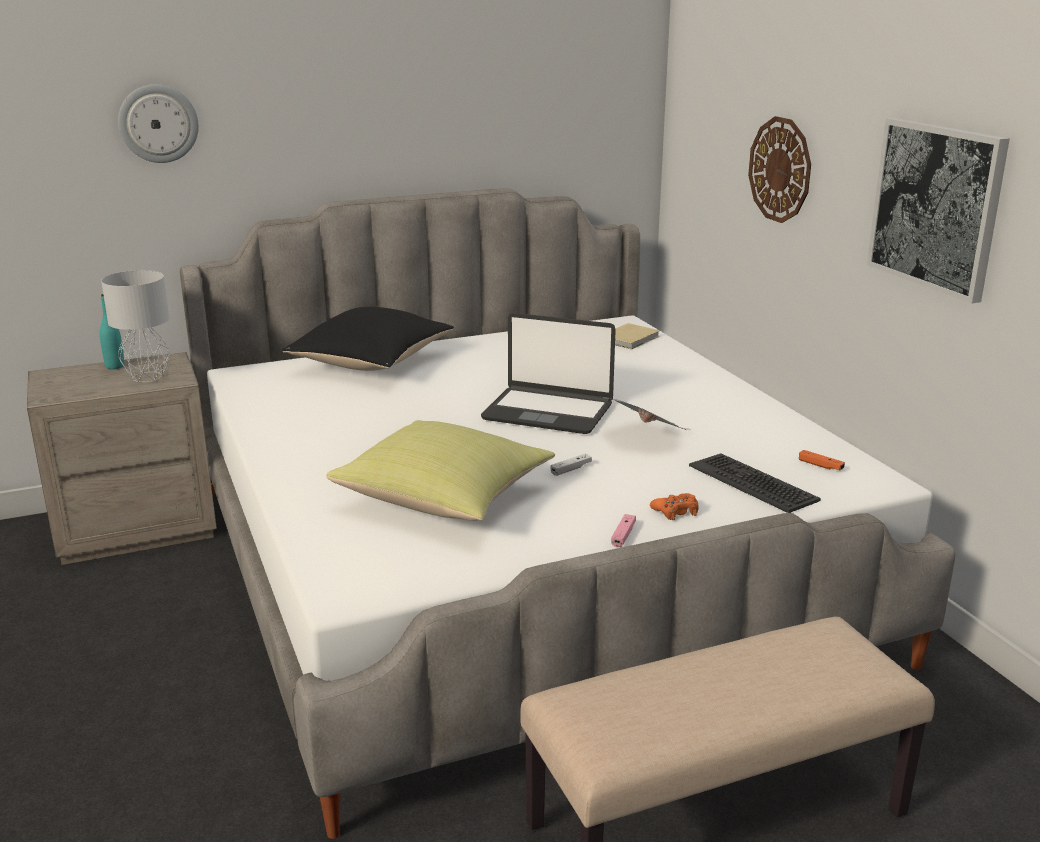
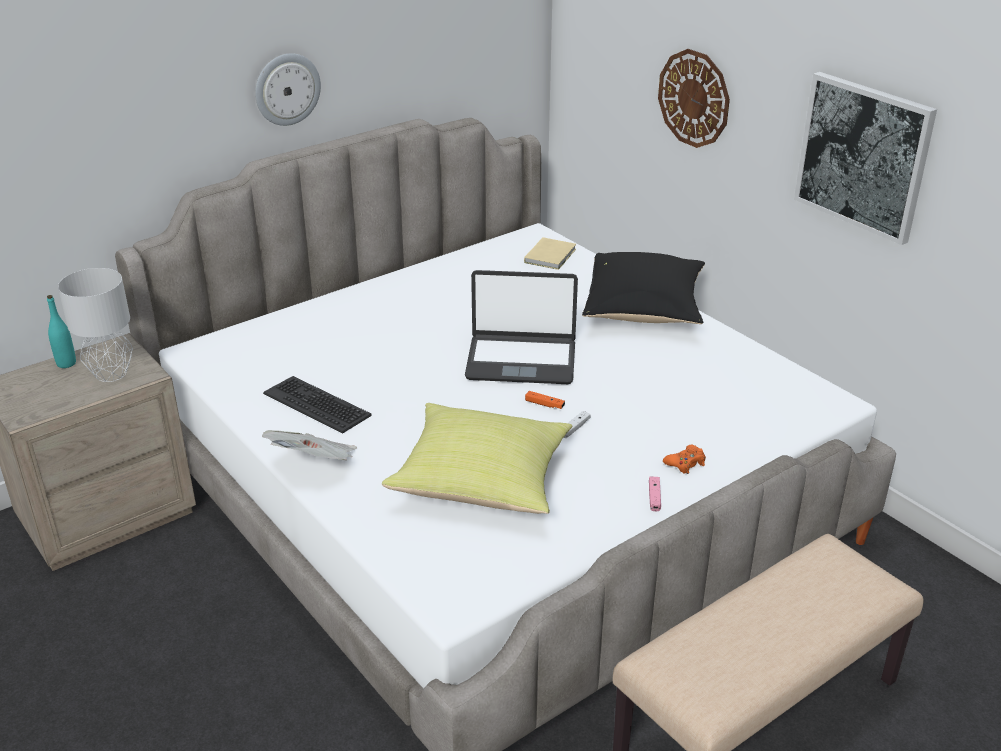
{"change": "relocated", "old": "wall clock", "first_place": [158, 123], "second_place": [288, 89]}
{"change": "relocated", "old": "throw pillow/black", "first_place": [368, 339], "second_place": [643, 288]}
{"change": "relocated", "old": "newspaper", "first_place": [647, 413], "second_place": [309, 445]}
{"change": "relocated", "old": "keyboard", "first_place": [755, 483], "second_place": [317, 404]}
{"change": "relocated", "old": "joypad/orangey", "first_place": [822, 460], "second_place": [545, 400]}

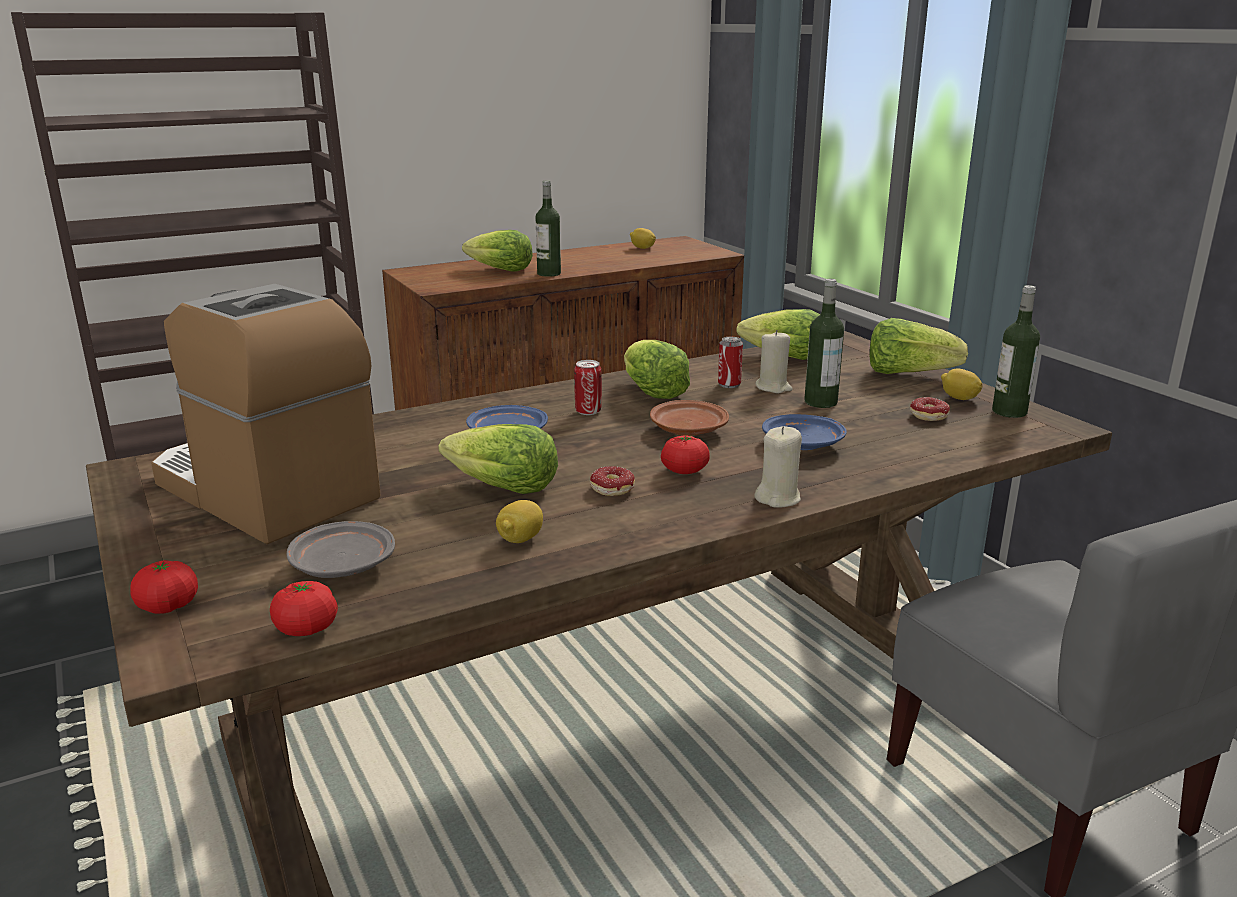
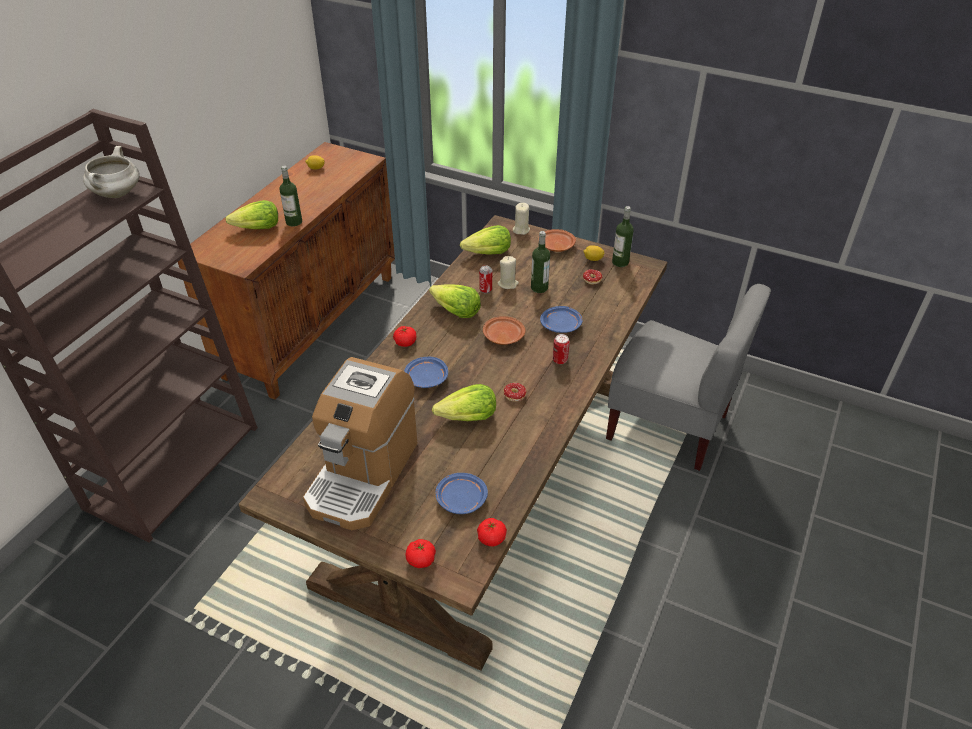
{"change": "missing", "old": "whole lemon", "first_place": [519, 521]}
{"change": "appeared", "new": "saucepot/white-coloured", "second_place": [111, 172]}
{"change": "relocated", "old": "sealed can", "first_place": [588, 387], "second_place": [561, 349]}
{"change": "relocated", "old": "whole tomato", "first_place": [685, 455], "second_place": [404, 336]}
{"change": "relocated", "old": "candle/beige-coloured", "first_place": [778, 467], "second_place": [521, 219]}
{"change": "exchanged", "old": "head of lettuce", "new": "flat dish/brownish", "first_place": [918, 346], "second_place": [557, 240]}
{"change": "colour", "old": "flat dish/grey", "new": "flat dish/blue-coloured", "first_place": [341, 549], "second_place": [461, 493]}
{"change": "spun", "old": "coffee brewer", "first_place": [265, 414], "second_place": [360, 443], "degrees": -75}

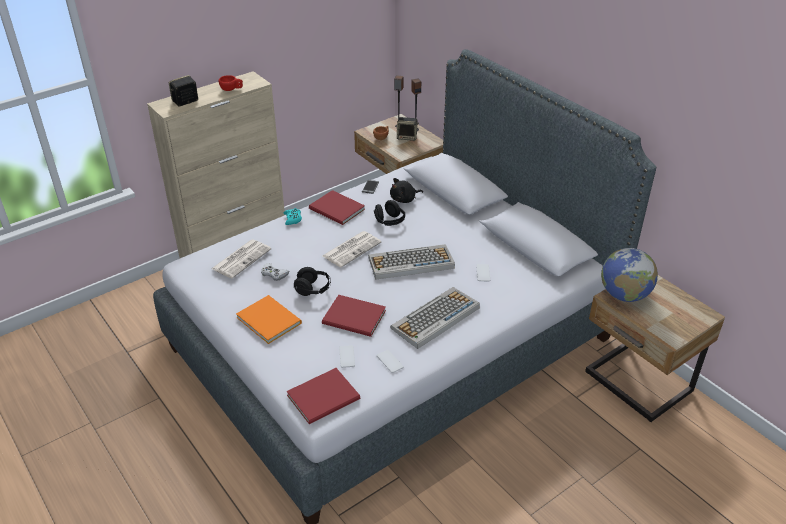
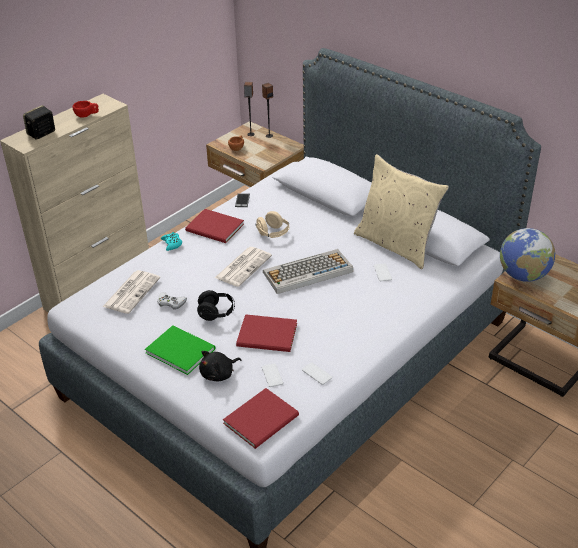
{"change": "missing", "old": "keyboard", "first_place": [435, 318]}
{"change": "missing", "old": "audio speaker", "first_place": [408, 129]}
{"change": "appeared", "new": "throw pillow/beige-coloured", "second_place": [401, 211]}
{"change": "relocated", "old": "plush toy/black", "first_place": [406, 190], "second_place": [220, 366]}
{"change": "colour", "old": "volume/orangey", "new": "volume/green-coloured", "first_place": [269, 319], "second_place": [180, 350]}
{"change": "colour", "old": "pair of headphones/black", "new": "pair of headphones/beige-coloured", "first_place": [390, 213], "second_place": [272, 224]}

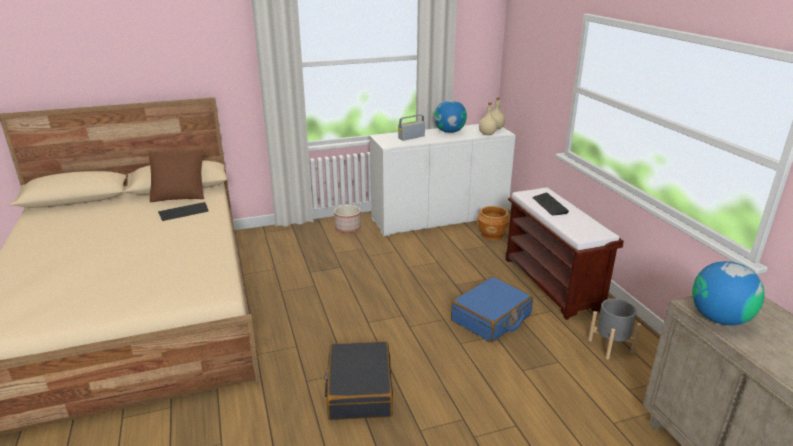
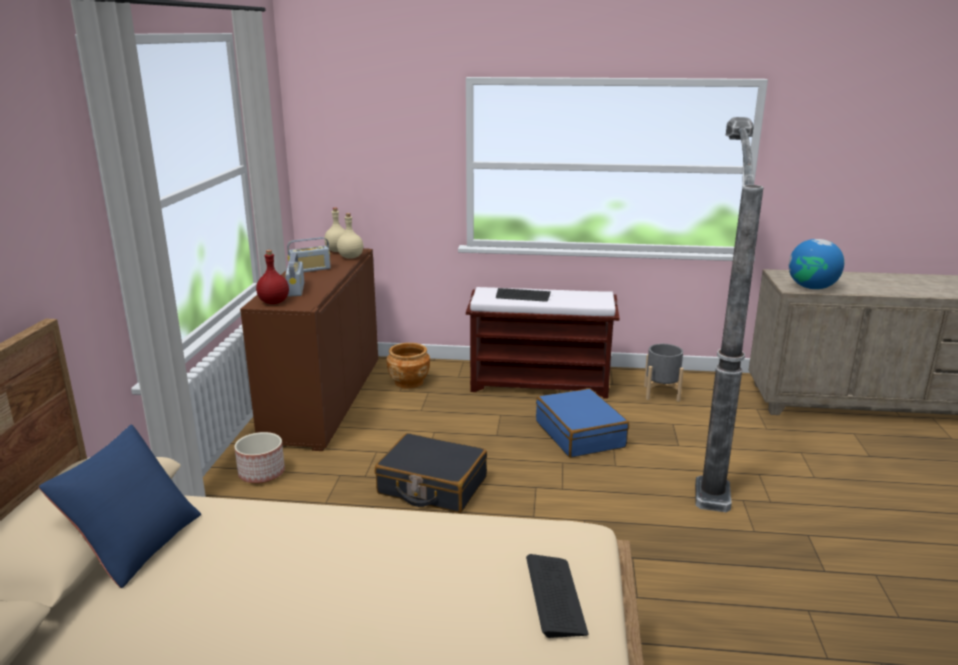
{"change": "appeared", "new": "bottle/red-coloured", "second_place": [272, 277]}
{"change": "appeared", "new": "standing lamp", "second_place": [729, 314]}
{"change": "relocated", "old": "keyboard", "first_place": [183, 211], "second_place": [557, 596]}
{"change": "relocated", "old": "travel case/black", "first_place": [358, 380], "second_place": [431, 473]}
{"change": "exchanged", "old": "globe", "new": "radio set", "first_place": [450, 116], "second_place": [309, 254]}
{"change": "colour", "old": "throw pillow/brownish", "new": "throw pillow/blue-coloured", "first_place": [176, 176], "second_place": [119, 506]}
{"change": "colour", "old": "cabinet/white-coloured", "new": "cabinet/brownish", "first_place": [443, 180], "second_place": [309, 349]}

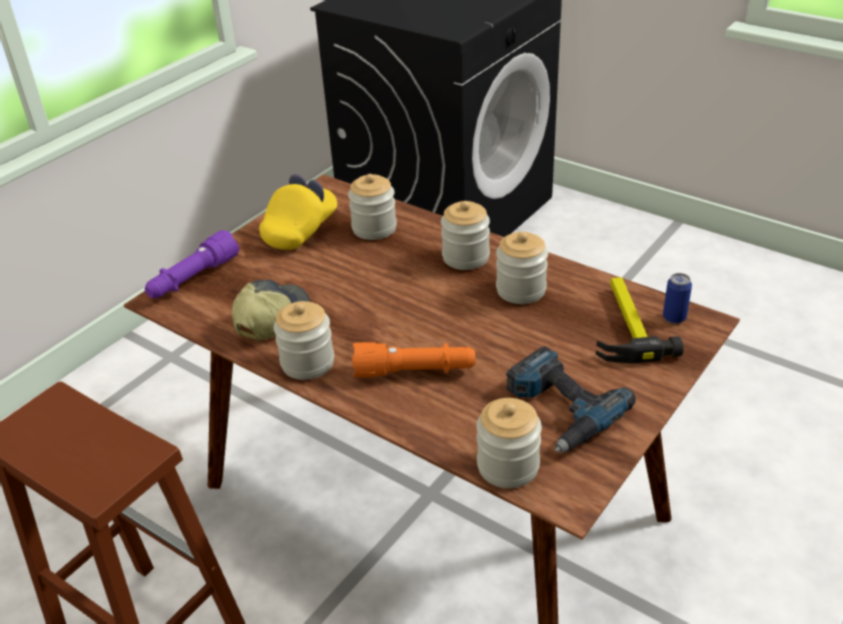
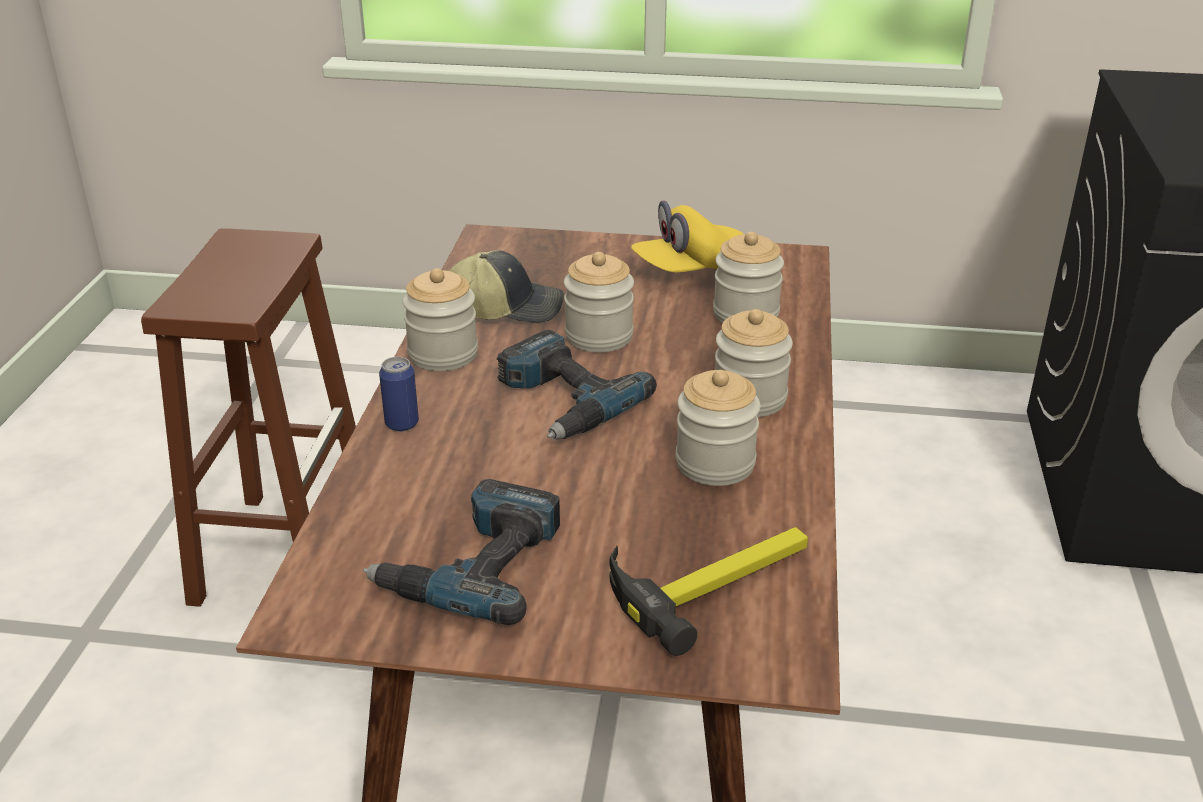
{"change": "missing", "old": "flashlight/purple-coloured", "first_place": [192, 264]}
{"change": "missing", "old": "flashlight/orangey", "first_place": [413, 360]}
{"change": "appeared", "new": "drill", "second_place": [576, 385]}
{"change": "relocated", "old": "preserve jar", "first_place": [509, 443], "second_place": [599, 302]}
{"change": "relocated", "old": "sealed can", "first_place": [677, 298], "second_place": [399, 394]}
{"change": "spun", "old": "cap/yellow", "first_place": [298, 212], "second_place": [687, 236], "degrees": 150}

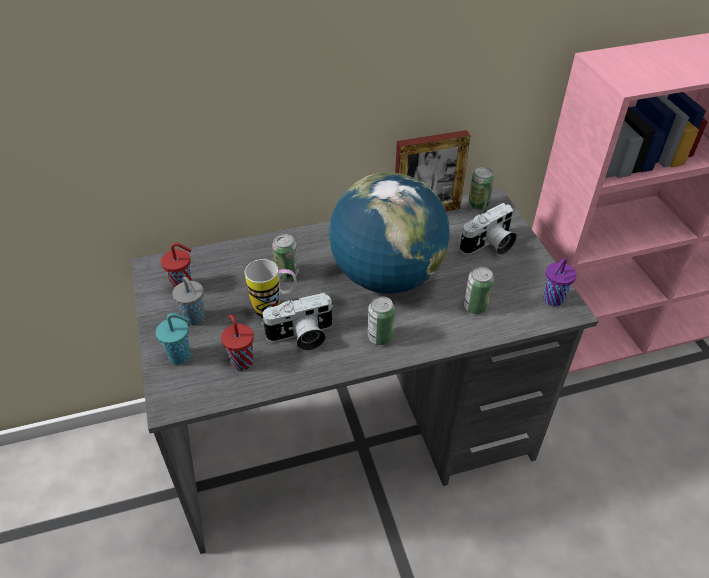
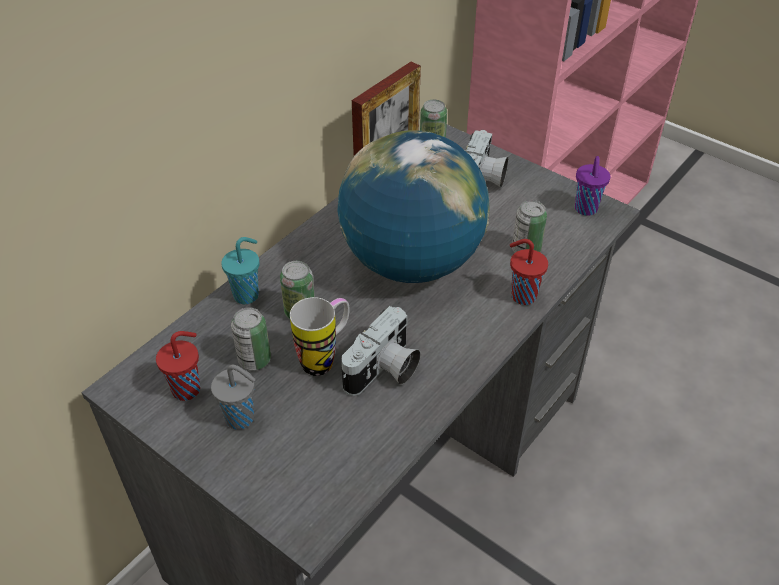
{"change": "relocated", "old": "drinking cup/blue-green", "first_place": [173, 339], "second_place": [240, 270]}
{"change": "relocated", "old": "drinking cup/red-coloured", "first_place": [237, 343], "second_place": [529, 272]}
{"change": "relocated", "old": "sealed can", "first_place": [381, 320], "second_place": [251, 338]}

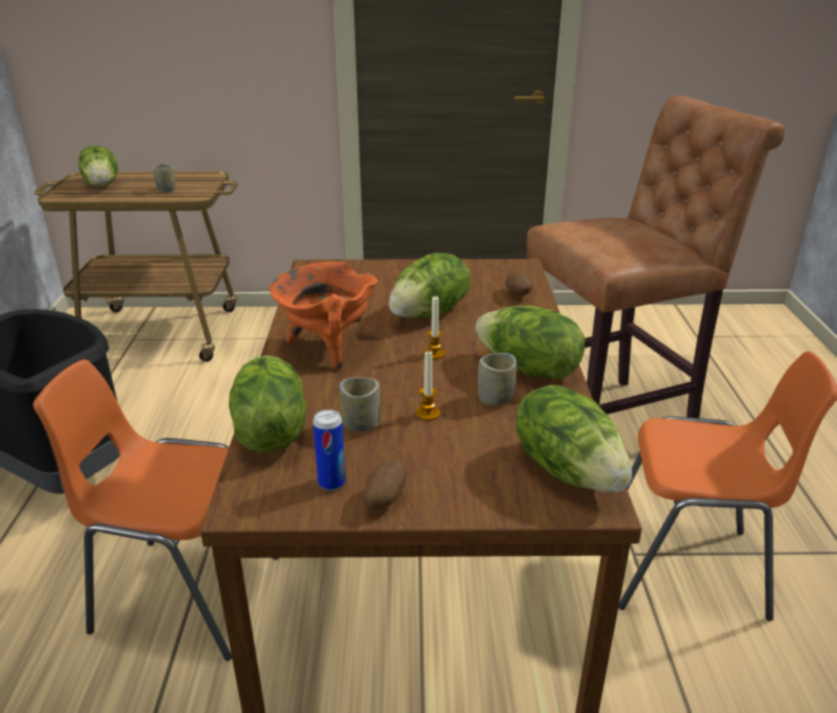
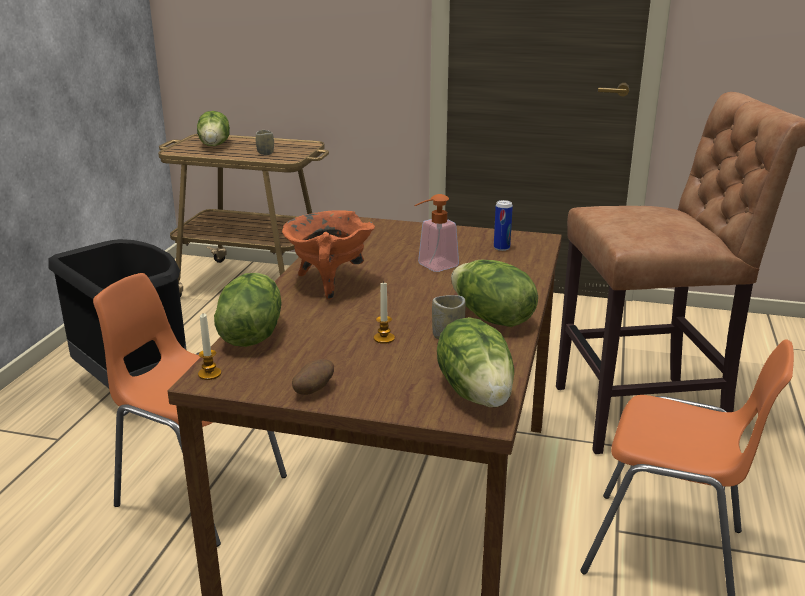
{"change": "missing", "old": "drinking cup", "first_place": [359, 404]}
{"change": "missing", "old": "whole potato", "first_place": [519, 283]}
{"change": "relocated", "old": "sealed can", "first_place": [329, 450], "second_place": [503, 225]}
{"change": "relocated", "old": "candle", "first_place": [434, 327], "second_place": [209, 347]}
{"change": "exchanged", "old": "head of lettuce", "new": "soap dispenser", "first_place": [429, 285], "second_place": [437, 233]}

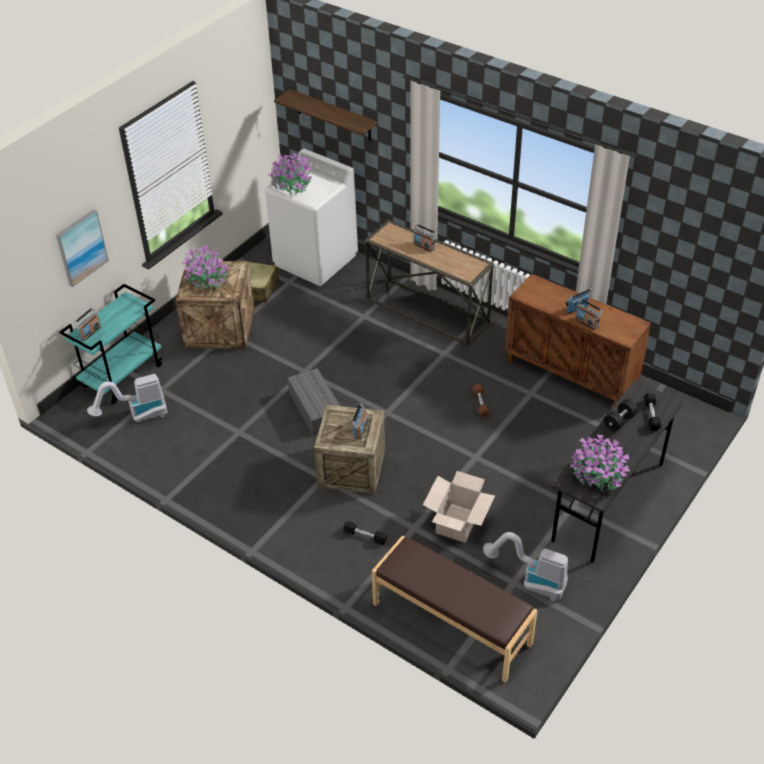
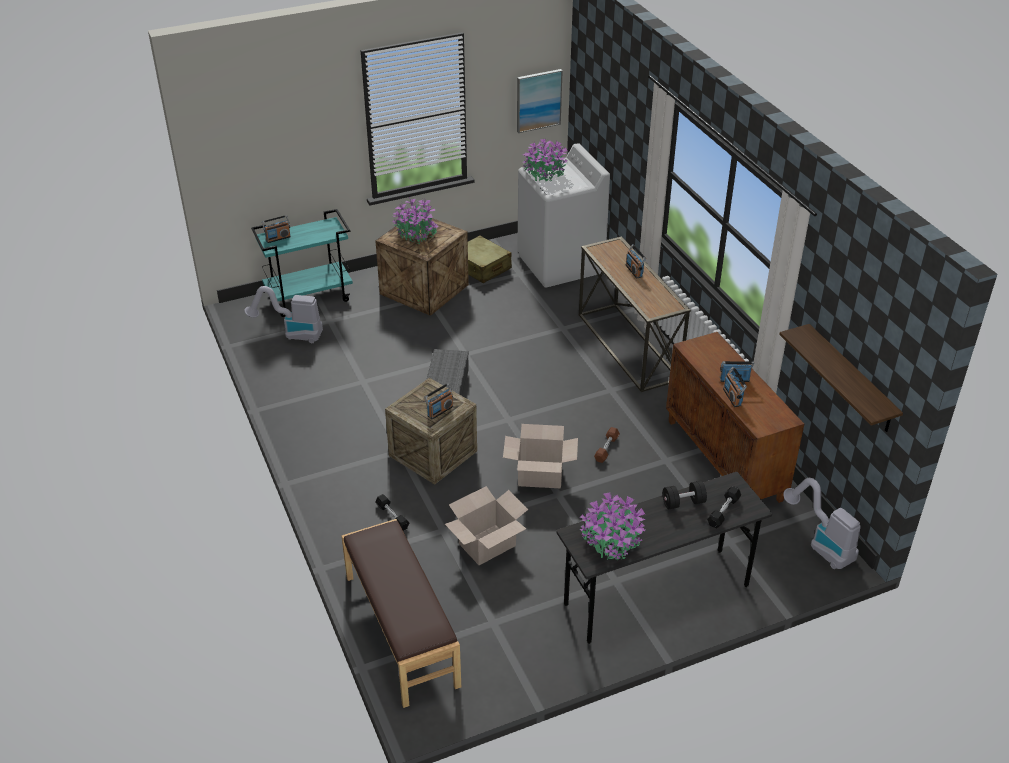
{"change": "appeared", "new": "packing box", "second_place": [540, 456]}
{"change": "relocated", "old": "wall picture", "first_place": [82, 248], "second_place": [540, 101]}
{"change": "relocated", "old": "wall shelf", "first_place": [326, 115], "second_place": [841, 378]}
{"change": "relocated", "old": "hoover", "first_place": [525, 566], "second_place": [822, 523]}

